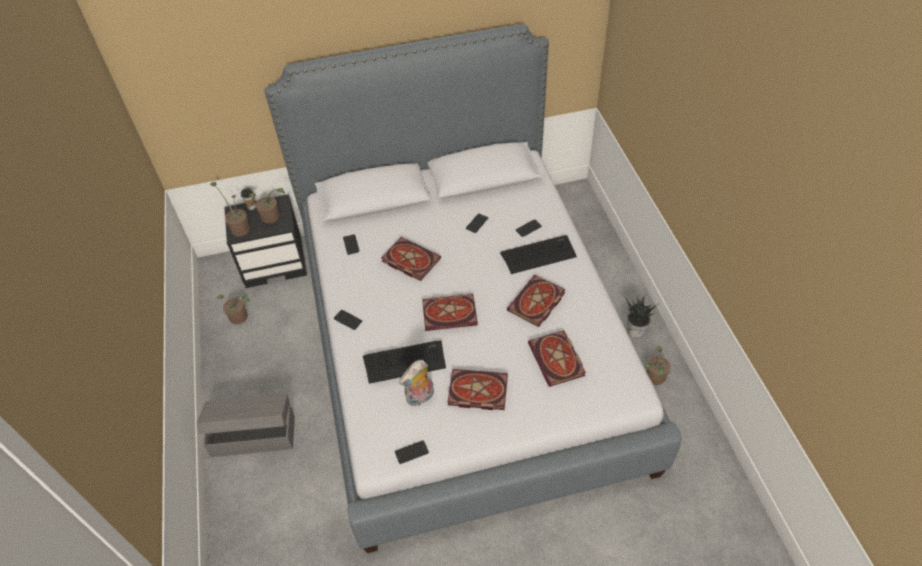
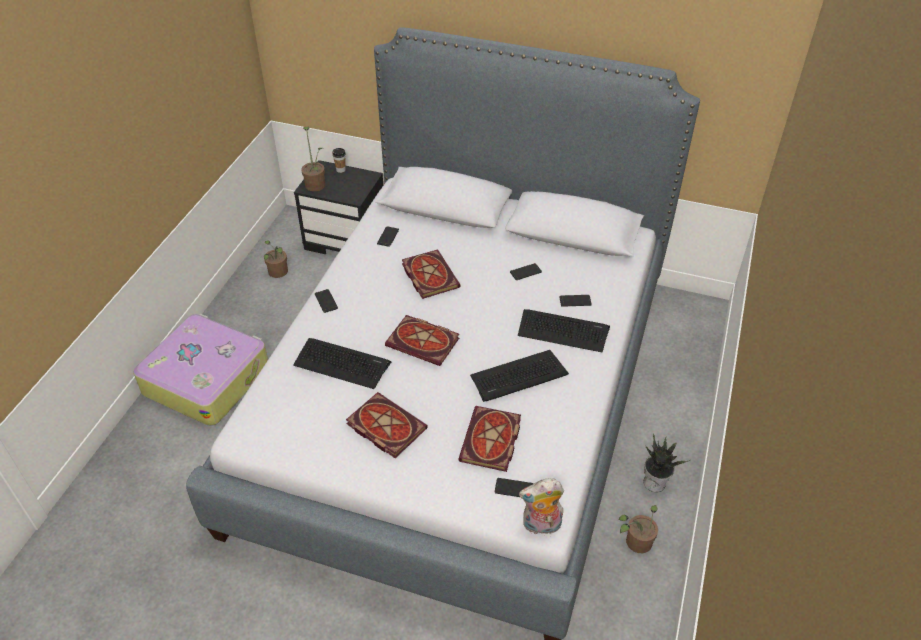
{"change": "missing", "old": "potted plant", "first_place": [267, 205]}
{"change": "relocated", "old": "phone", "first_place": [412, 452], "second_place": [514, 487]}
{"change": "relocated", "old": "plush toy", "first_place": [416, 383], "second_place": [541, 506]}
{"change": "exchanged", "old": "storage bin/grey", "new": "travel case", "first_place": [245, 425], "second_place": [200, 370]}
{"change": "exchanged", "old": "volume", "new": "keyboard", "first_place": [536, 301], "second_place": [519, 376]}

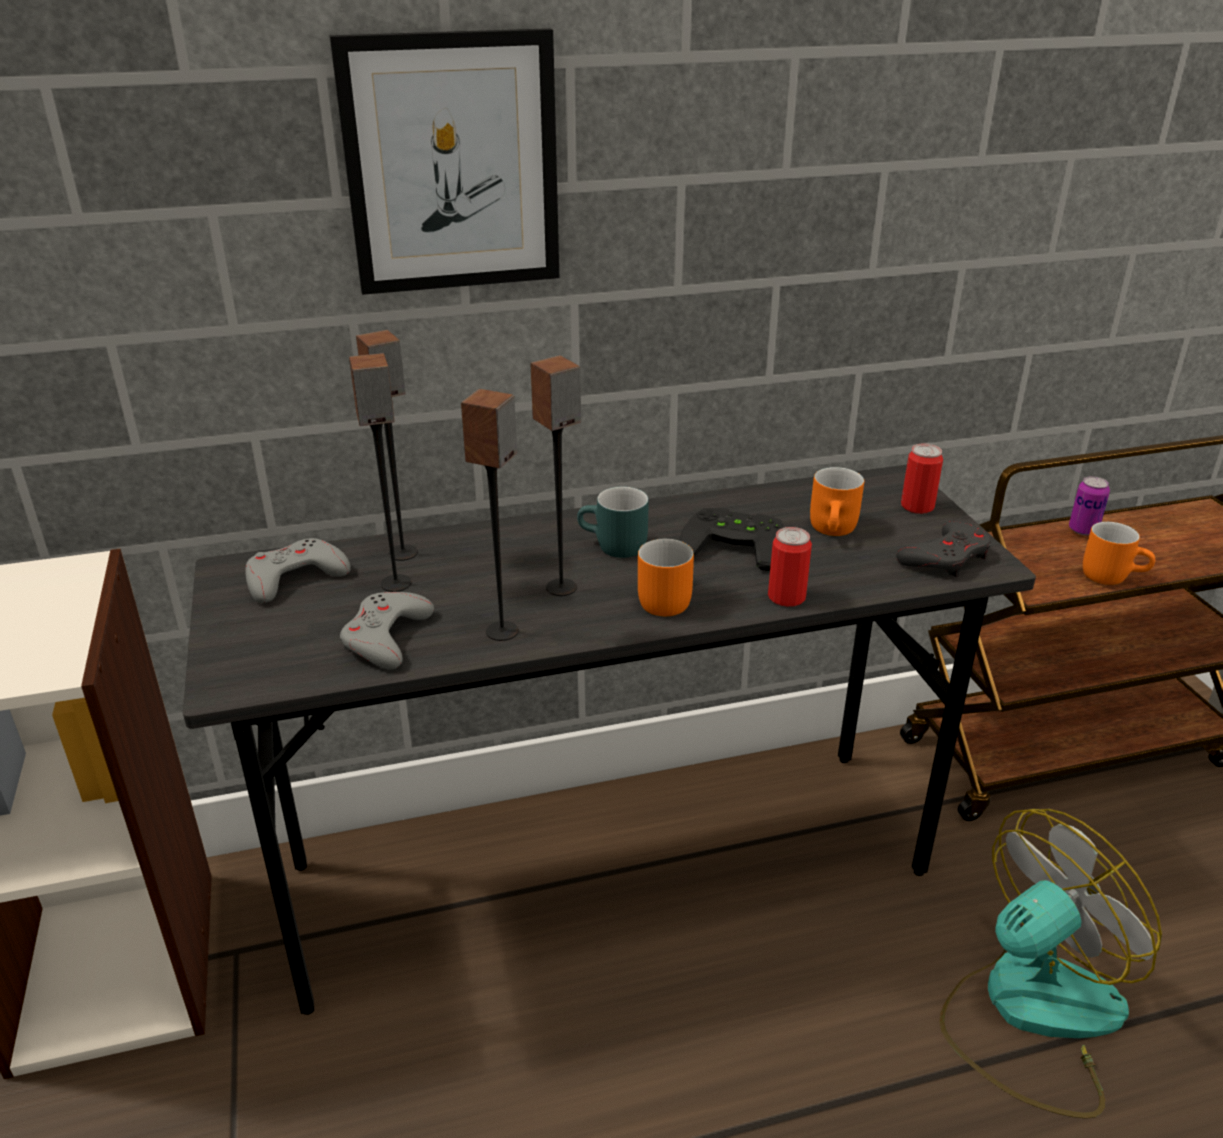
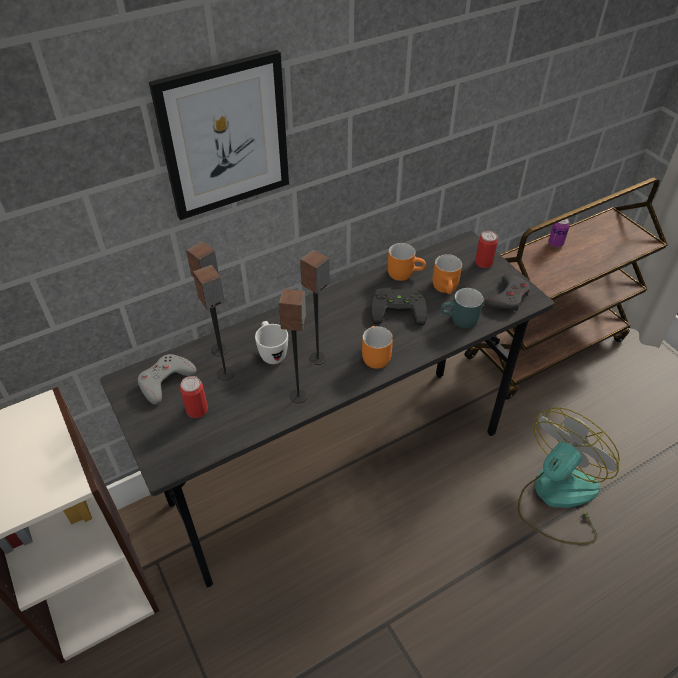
{"change": "missing", "old": "joypad/grey", "first_place": [387, 631]}
{"change": "appeared", "new": "tea mug/white-coloured", "second_place": [271, 342]}
{"change": "relocated", "old": "tea mug/blue-green", "first_place": [613, 522], "second_place": [462, 308]}
{"change": "relocated", "old": "sealed can", "first_place": [790, 567], "second_place": [194, 397]}
{"change": "relocated", "old": "tea mug/orangey", "first_place": [1119, 553], "second_place": [407, 262]}

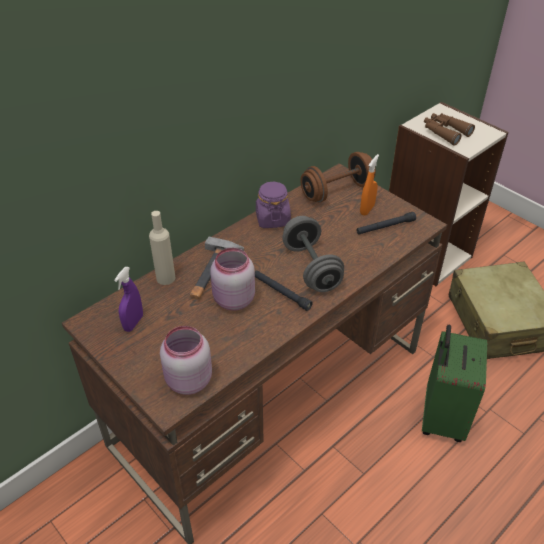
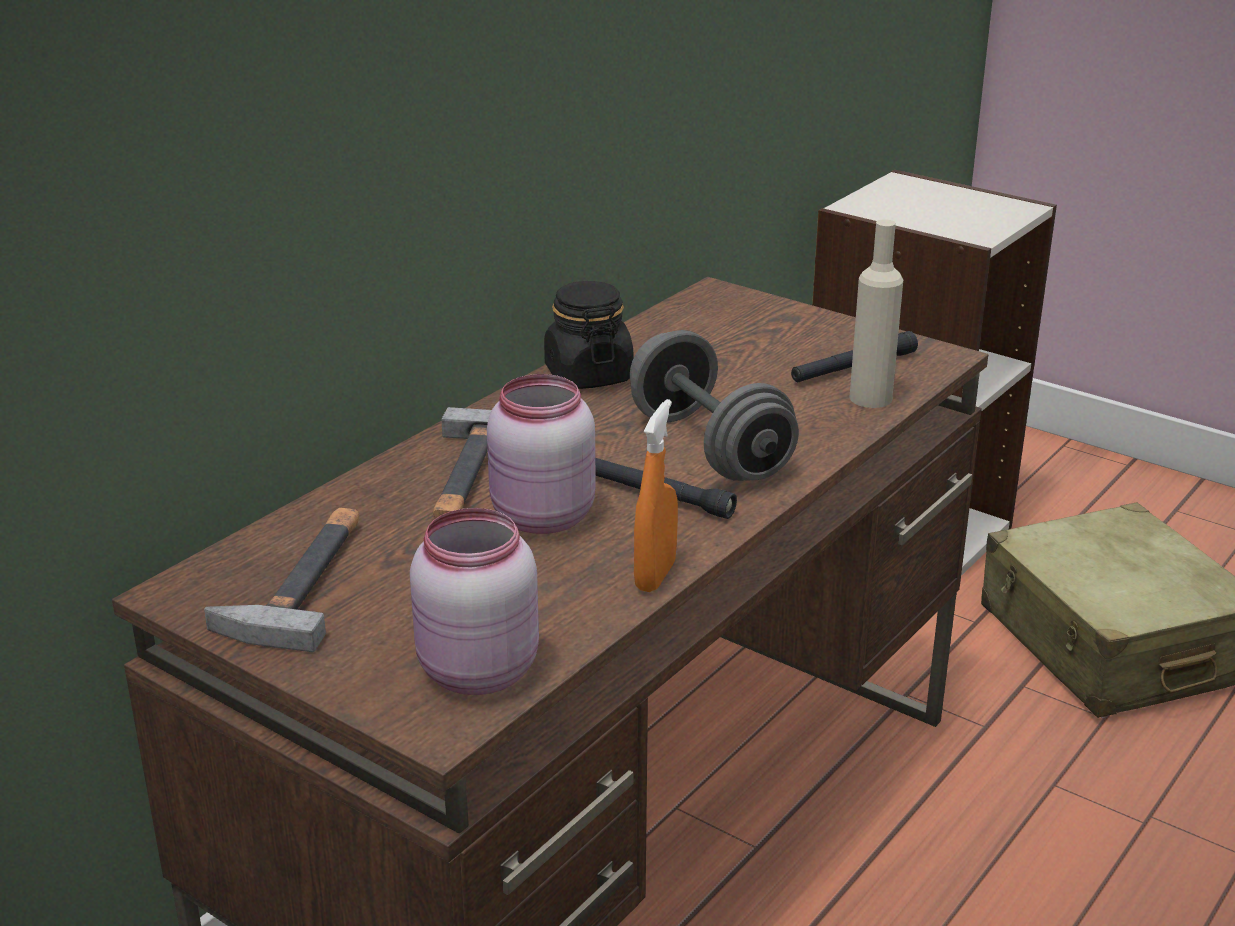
{"change": "missing", "old": "free weight/brownish", "first_place": [338, 177]}
{"change": "missing", "old": "travel case/green-coloured", "first_place": [454, 383]}
{"change": "missing", "old": "field glasses/brownish", "first_place": [449, 129]}
{"change": "relocated", "old": "bottle/beige-coloured", "first_place": [162, 248], "second_place": [876, 313]}
{"change": "relocated", "old": "sprayer/orangey", "first_place": [369, 185], "second_place": [656, 495]}
{"change": "exchanged", "old": "sprayer/purple-coloured", "new": "hammer", "first_place": [128, 299], "second_place": [281, 580]}
{"change": "colour", "old": "preserve jar/purple-coloured", "new": "preserve jar/black", "first_place": [273, 204], "second_place": [589, 335]}

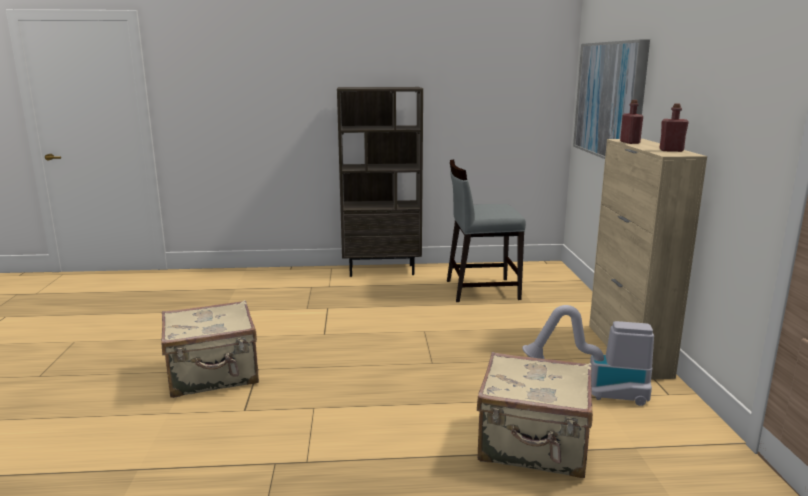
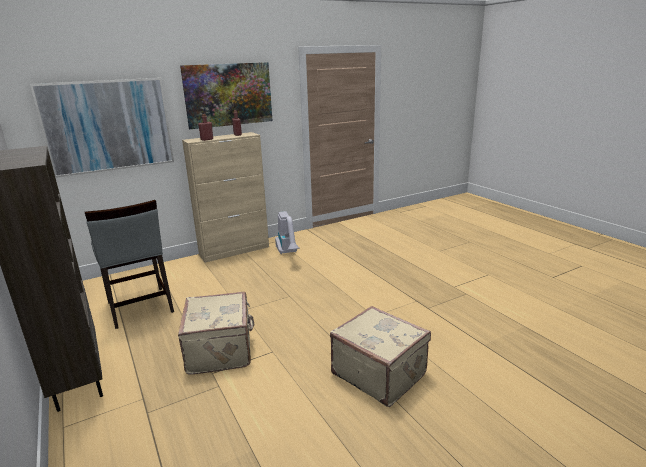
{"change": "appeared", "new": "wall picture", "second_place": [226, 95]}
{"change": "relocated", "old": "travel case/beige-coloured", "first_place": [535, 415], "second_place": [216, 333]}

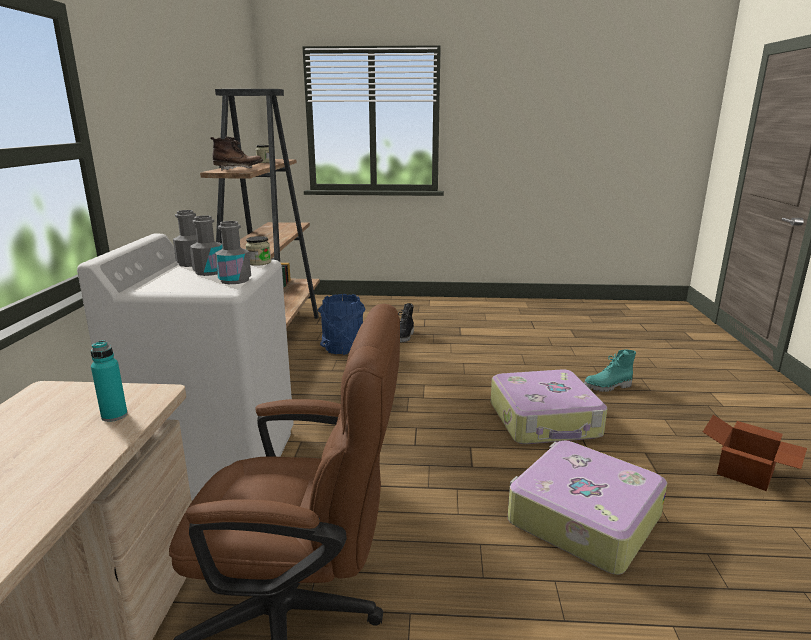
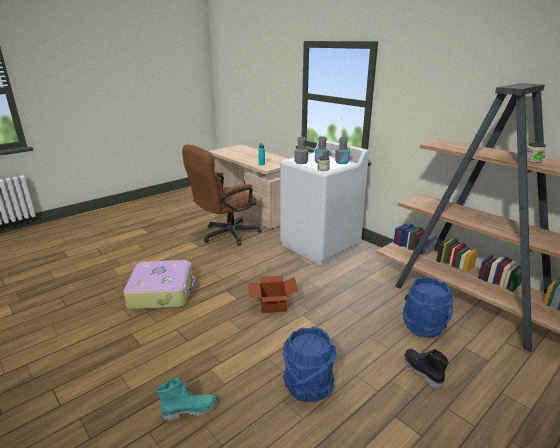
{"change": "missing", "old": "boot/brownish", "first_place": [236, 153]}
{"change": "missing", "old": "travel case", "first_place": [549, 406]}
{"change": "appeared", "new": "water bucket/blue-coloured", "second_place": [309, 364]}
{"change": "relocated", "old": "packing box", "first_place": [755, 453], "second_place": [273, 294]}
{"change": "spun", "old": "boot/blue-green", "first_place": [610, 371], "second_place": [187, 399], "degrees": 45}

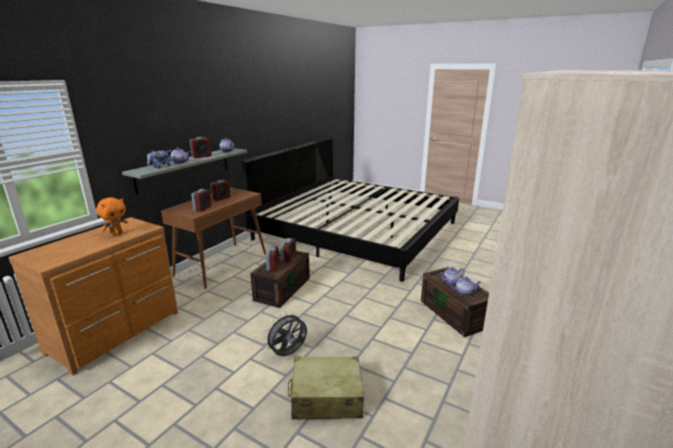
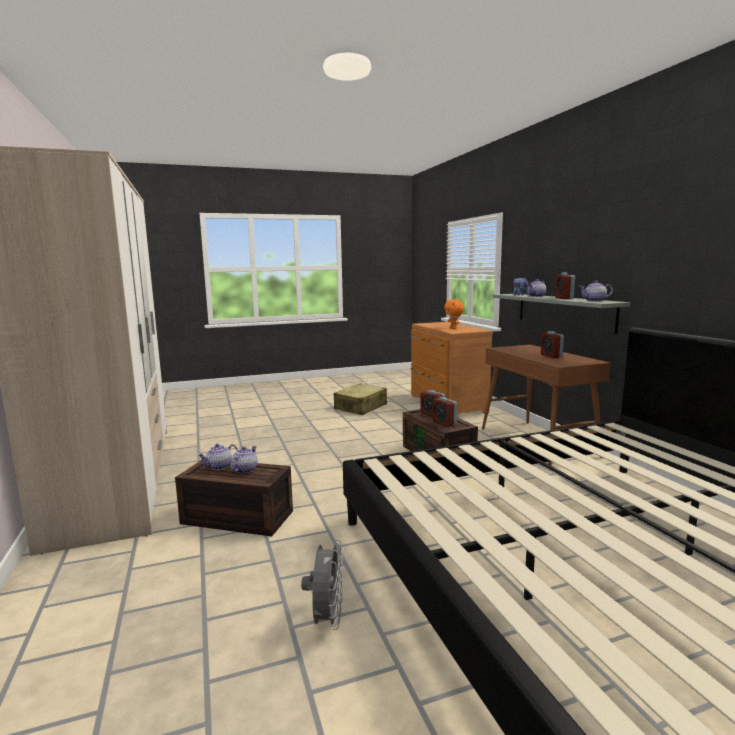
{"change": "missing", "old": "bedside clock", "first_place": [201, 200]}
{"change": "relocated", "old": "cooling fan/grey", "first_place": [285, 334], "second_place": [322, 585]}
{"change": "relocated", "old": "travel case/beige-coloured", "first_place": [326, 387], "second_place": [360, 399]}

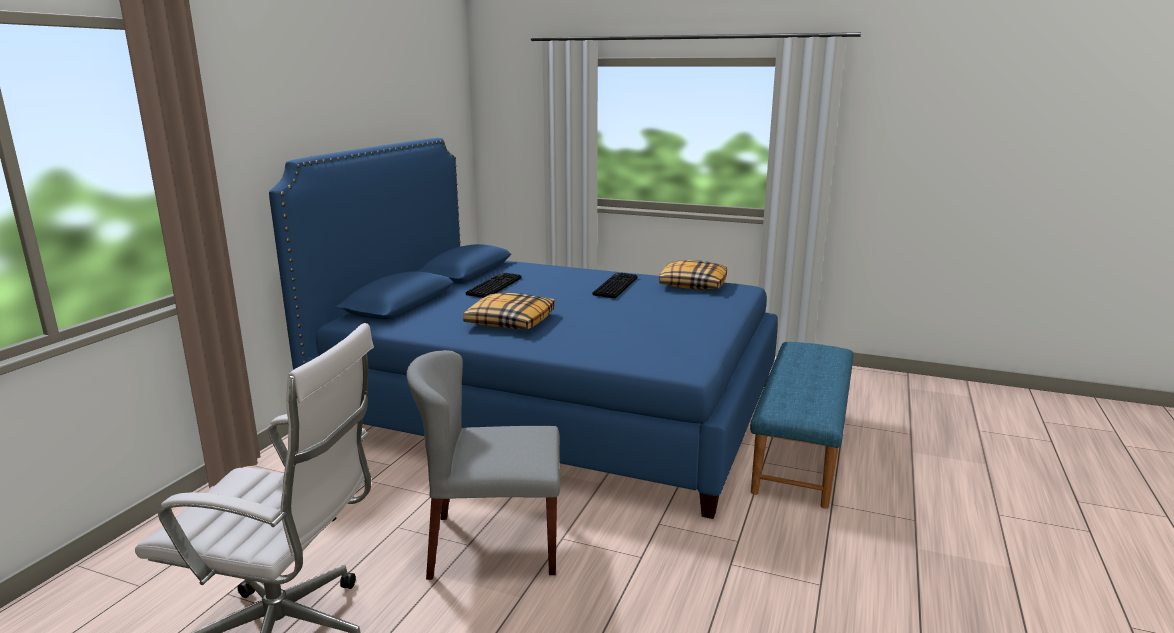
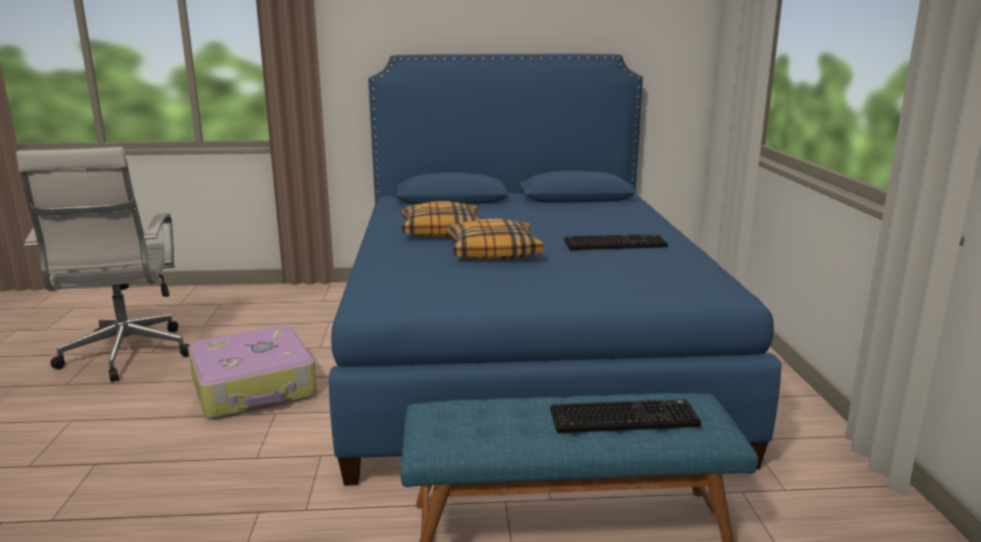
{"change": "relocated", "old": "keyboard", "first_place": [493, 285], "second_place": [625, 416]}
{"change": "relocated", "old": "throw pillow", "first_place": [693, 274], "second_place": [495, 239]}
{"change": "exchanged", "old": "plain chair/grey", "new": "travel case", "first_place": [483, 465], "second_place": [252, 372]}

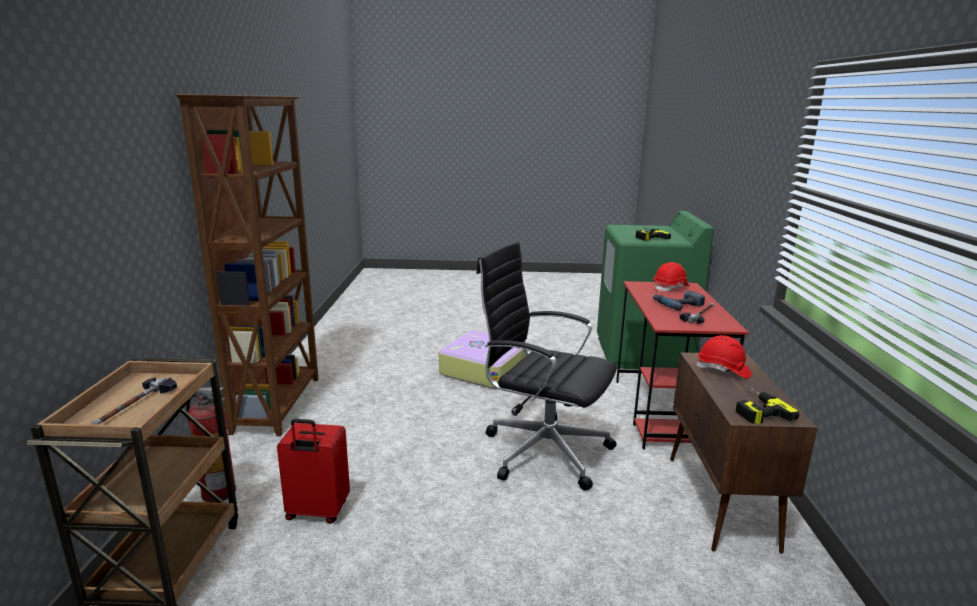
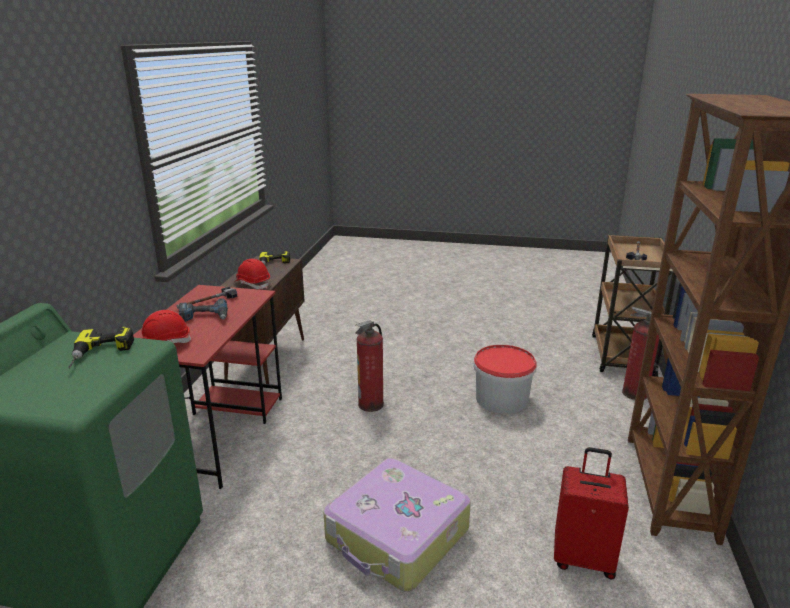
{"change": "appeared", "new": "water bucket", "second_place": [505, 379]}
{"change": "relocated", "old": "travel case/red-coloured", "first_place": [313, 471], "second_place": [591, 513]}
{"change": "exchanged", "old": "desk chair/black", "new": "fire extinguisher", "first_place": [546, 366], "second_place": [370, 366]}

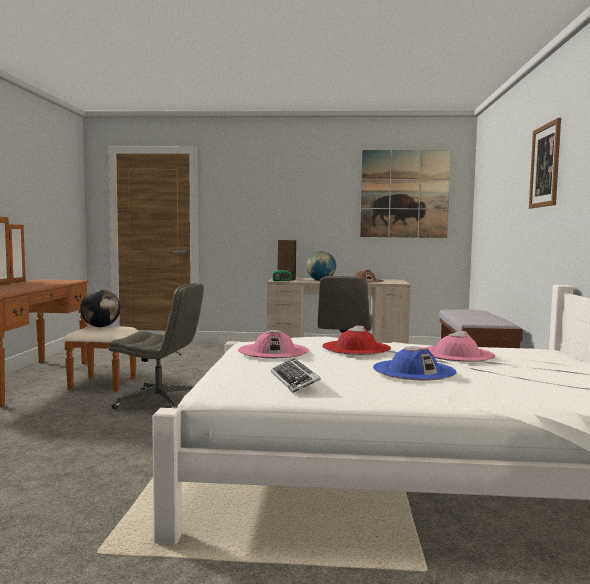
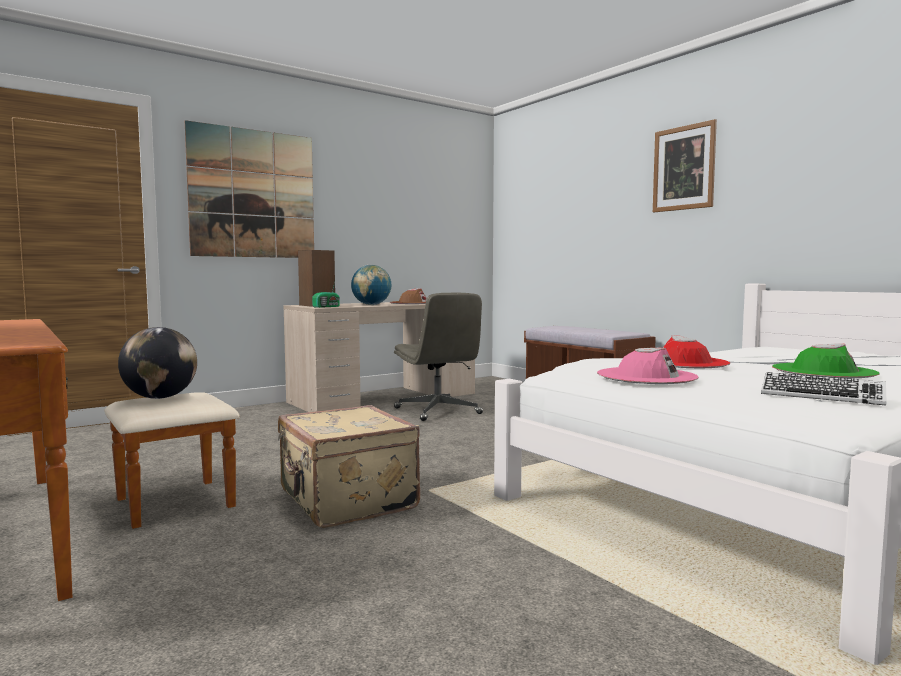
{"change": "missing", "old": "clothing hat/pink-coloured", "first_place": [460, 346]}
{"change": "relocated", "old": "wall picture", "first_place": [405, 194], "second_place": [249, 189]}
{"change": "exchanged", "old": "desk chair/grey", "new": "travel case/beige-coloured", "first_place": [156, 346], "second_place": [349, 466]}
{"change": "colour", "old": "clothing hat/blue-coloured", "new": "clothing hat/green-coloured", "first_place": [414, 363], "second_place": [826, 360]}

